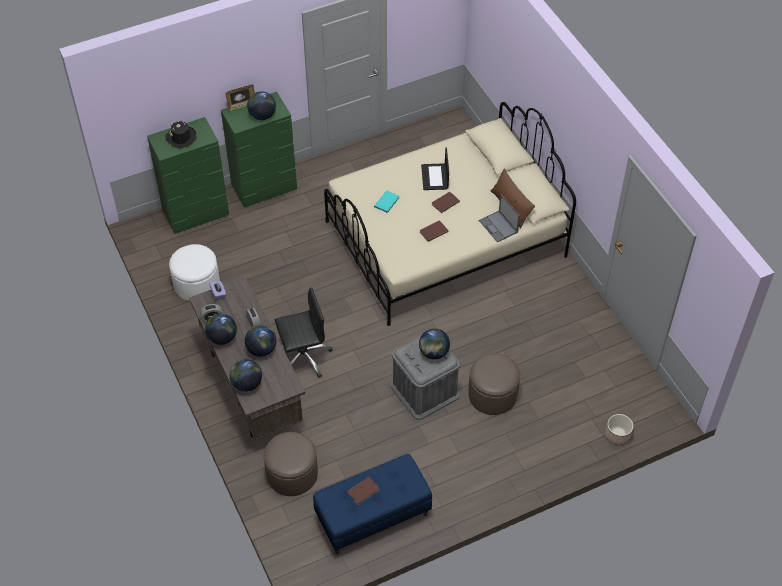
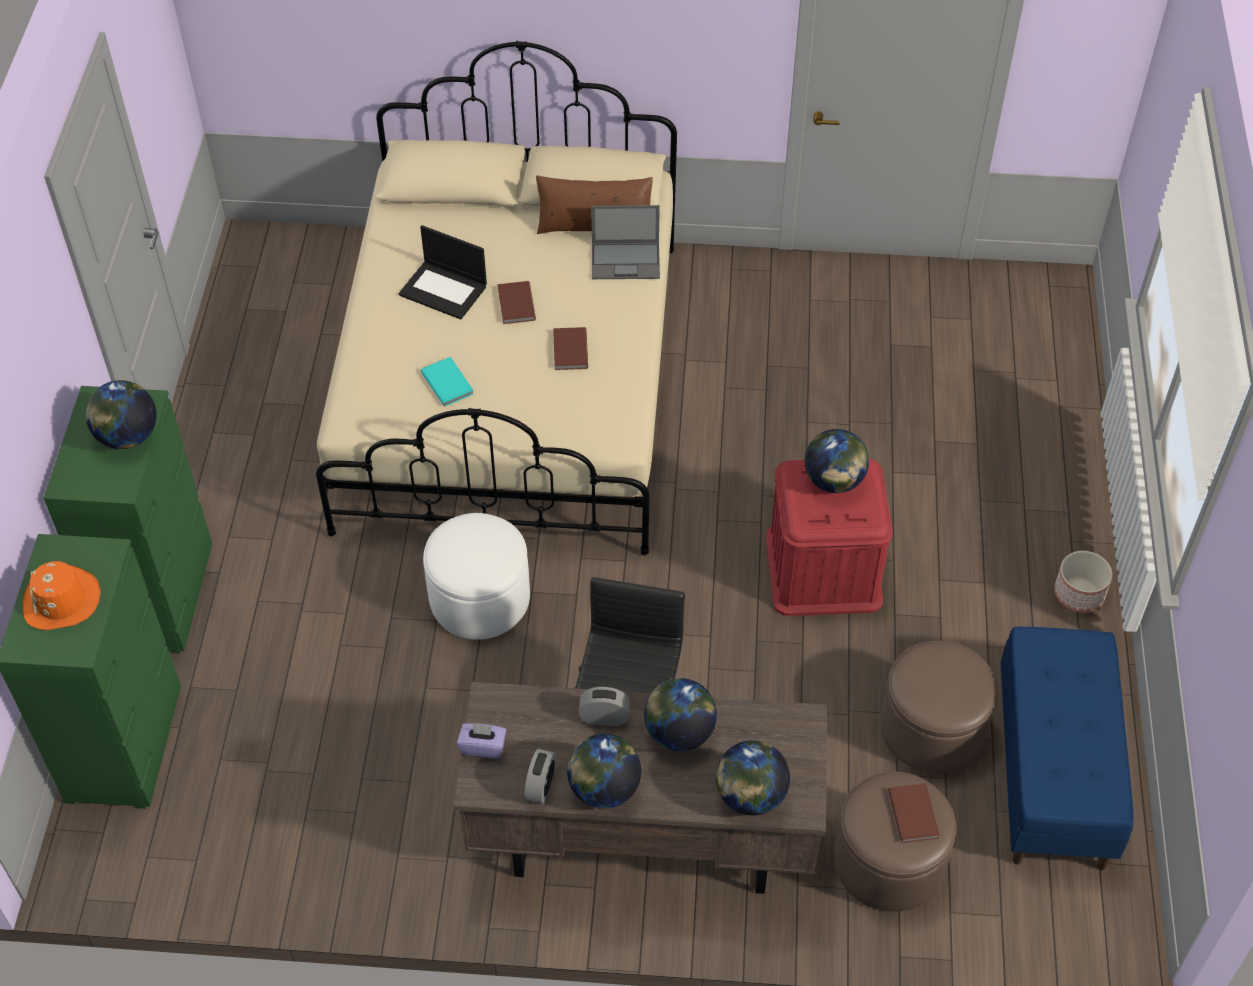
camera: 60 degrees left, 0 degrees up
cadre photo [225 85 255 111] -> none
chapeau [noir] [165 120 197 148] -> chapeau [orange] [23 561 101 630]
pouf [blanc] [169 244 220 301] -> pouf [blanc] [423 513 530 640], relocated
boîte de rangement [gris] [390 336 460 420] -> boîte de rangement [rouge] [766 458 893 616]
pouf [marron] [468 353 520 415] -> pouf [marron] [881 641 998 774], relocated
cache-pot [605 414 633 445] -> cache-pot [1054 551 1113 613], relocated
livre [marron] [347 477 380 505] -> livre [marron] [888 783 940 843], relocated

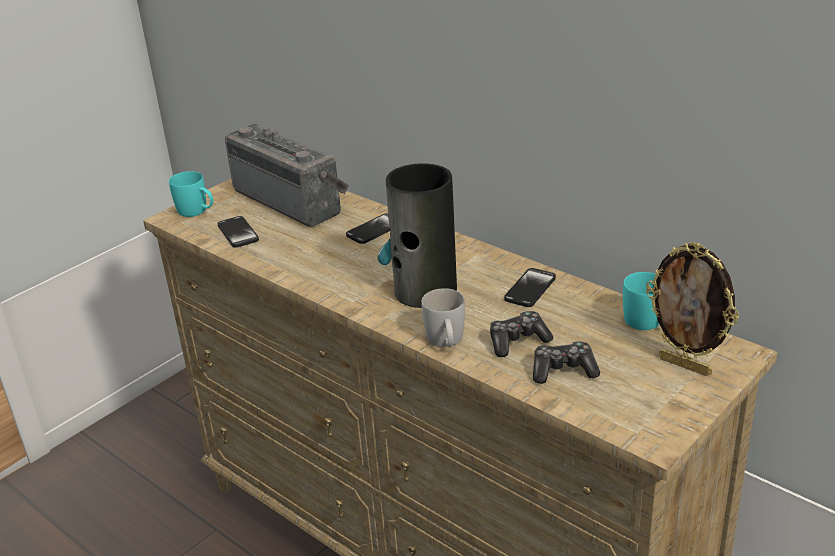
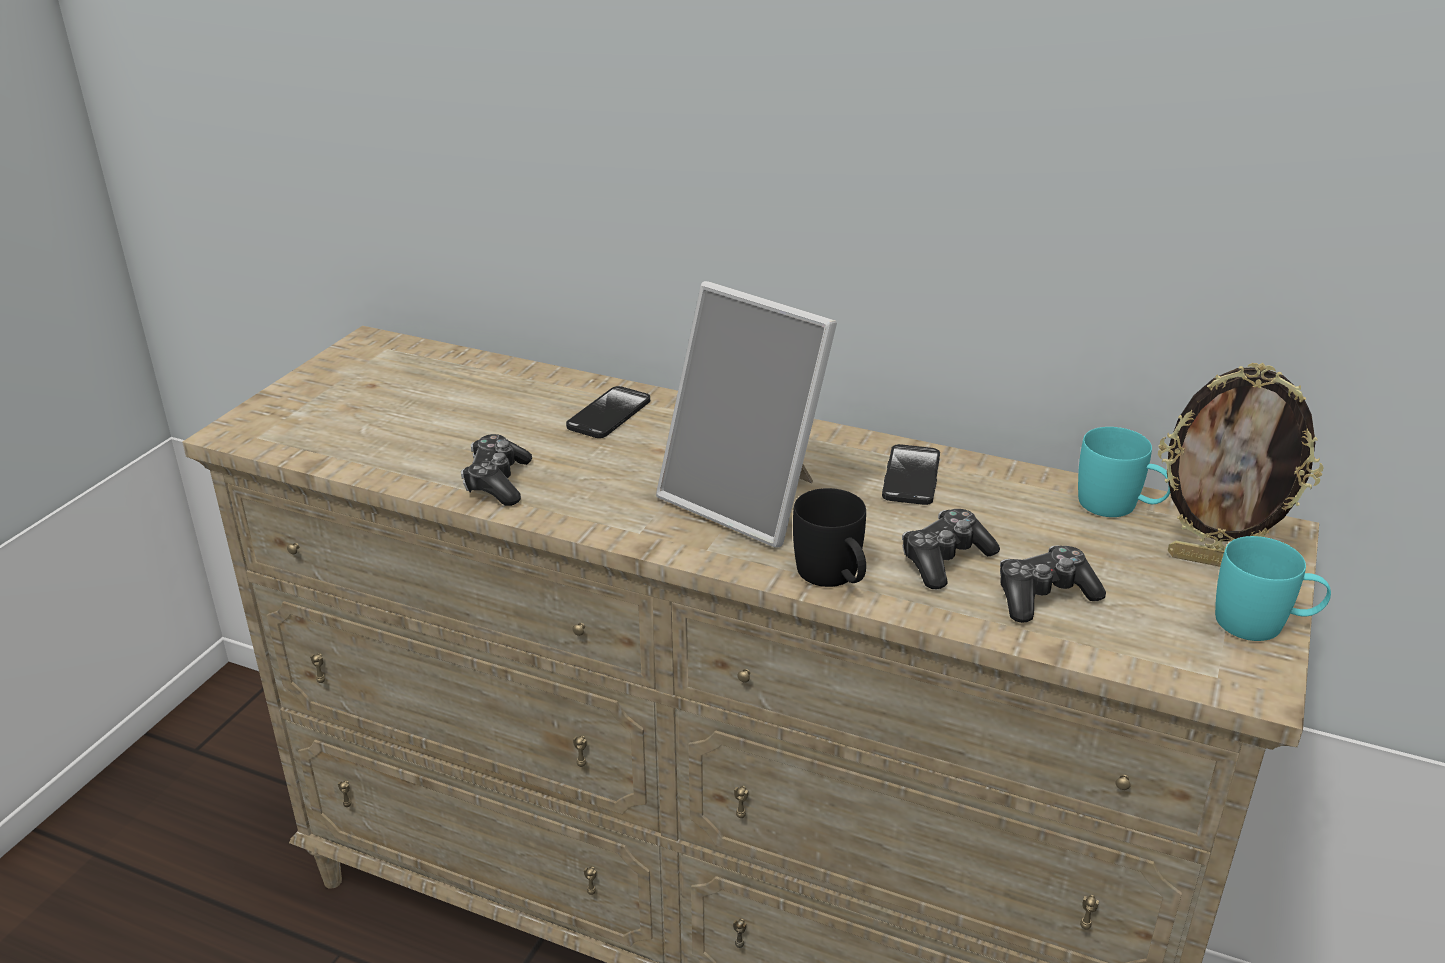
camera: 20 degrees left, 0 degrees up
radio [225 124 349 227] -> none
vase [378 163 457 308] -> cadre photo [656 281 837 548]
mug [turquoise] [169 171 213 217] -> mug [turquoise] [1215 536 1331 641], relocated
téléphone [217 216 259 248] -> none
mug [blanc] [421 288 465 347] -> mug [noir] [793 488 866 587]
none -> manette [461 434 532 506]

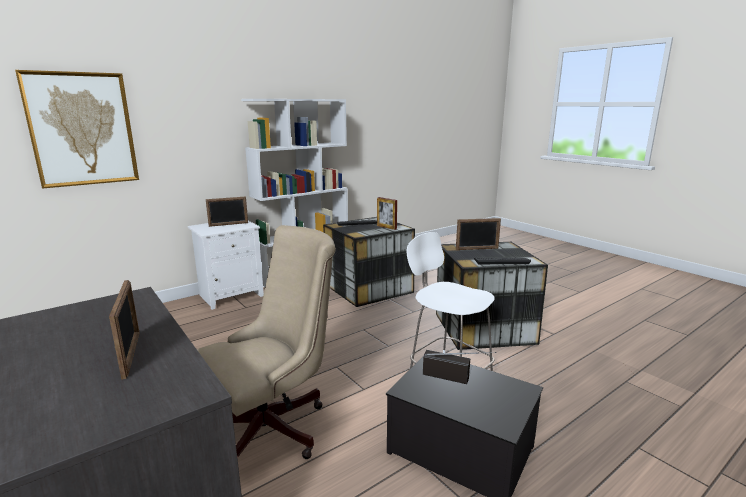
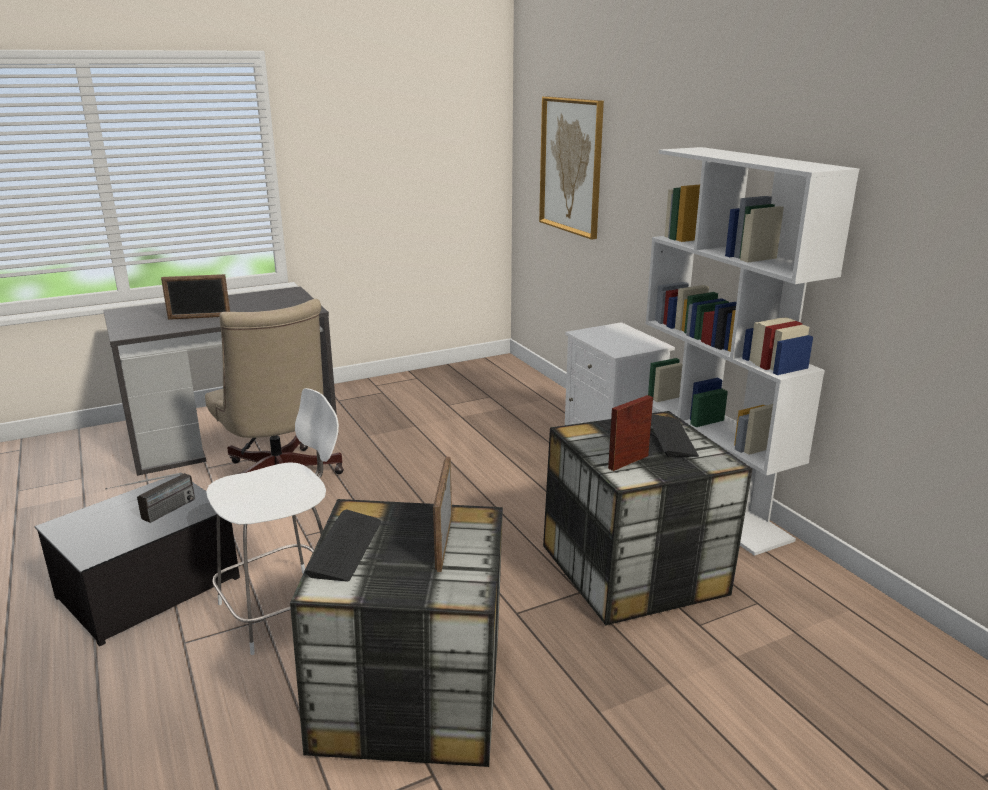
camera: 100 degrees right, 5 degrees up
cadre photo [206 196 248 227] -> none

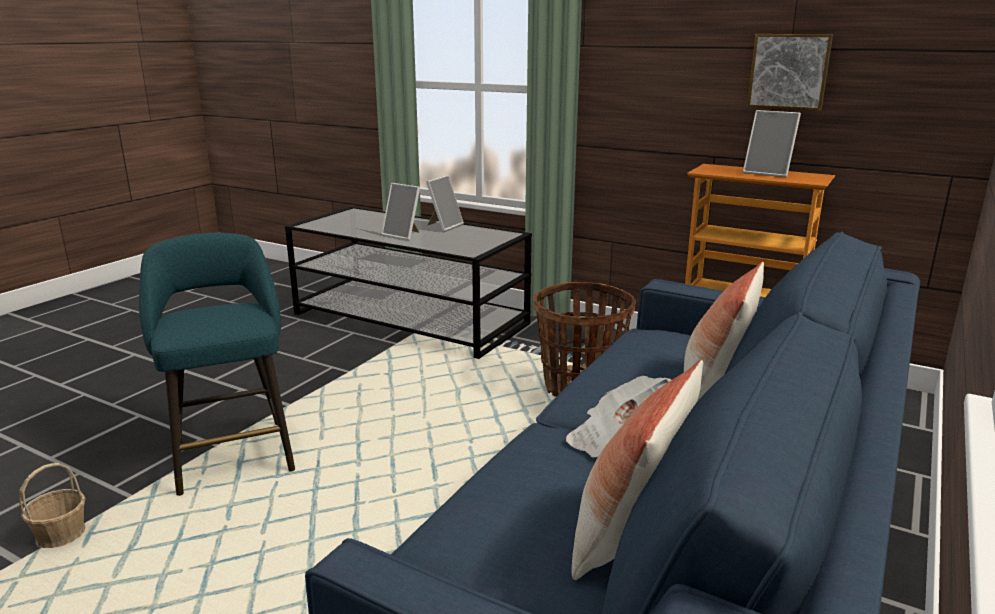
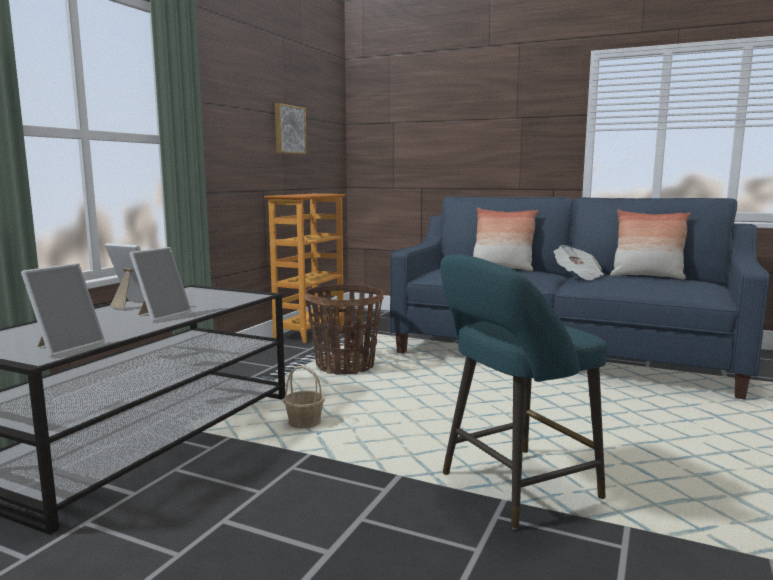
camera: 95 degrees left, 10 degrees down
cadre photo [743 110 801 177] -> cadre photo [21 263 105 357], relocated
panier [19 463 85 548] -> panier [283 366 325 429], relocated

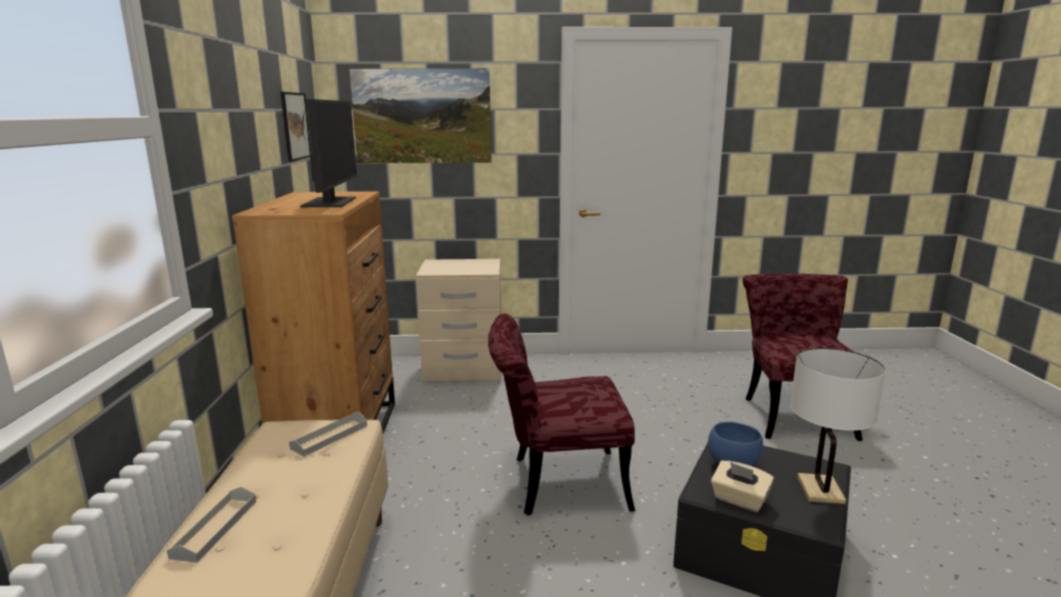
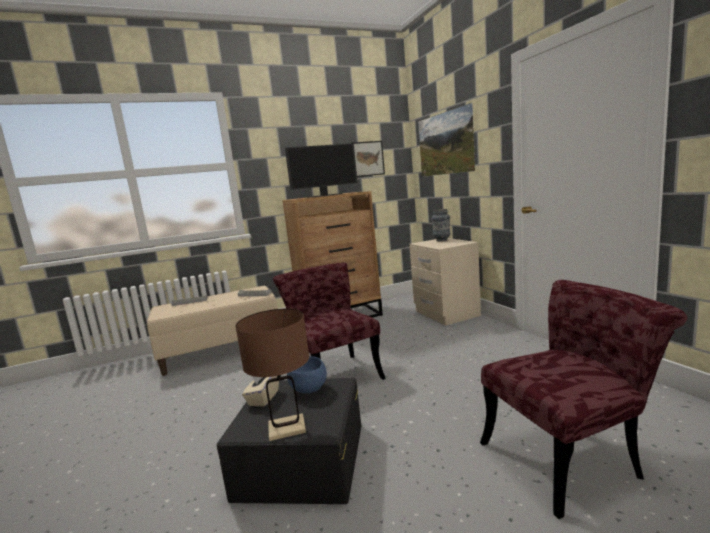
camera: 70 degrees right, 5 degrees down
lampe de table [blanc] [790 348 886 504] -> lampe de table [marron] [236 309 309 441]
none -> vase [431 209 450 241]

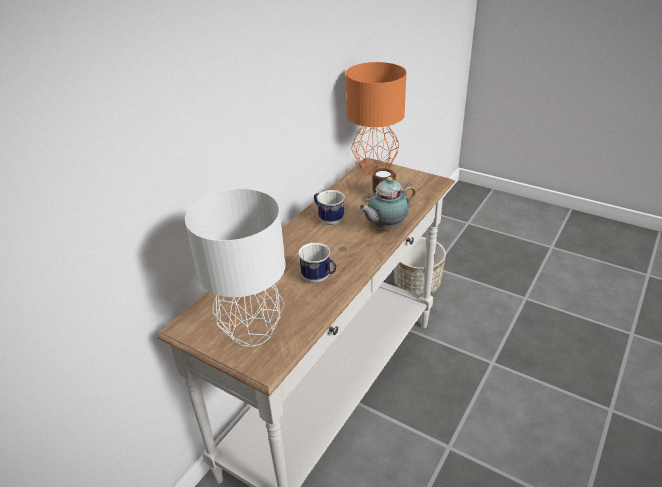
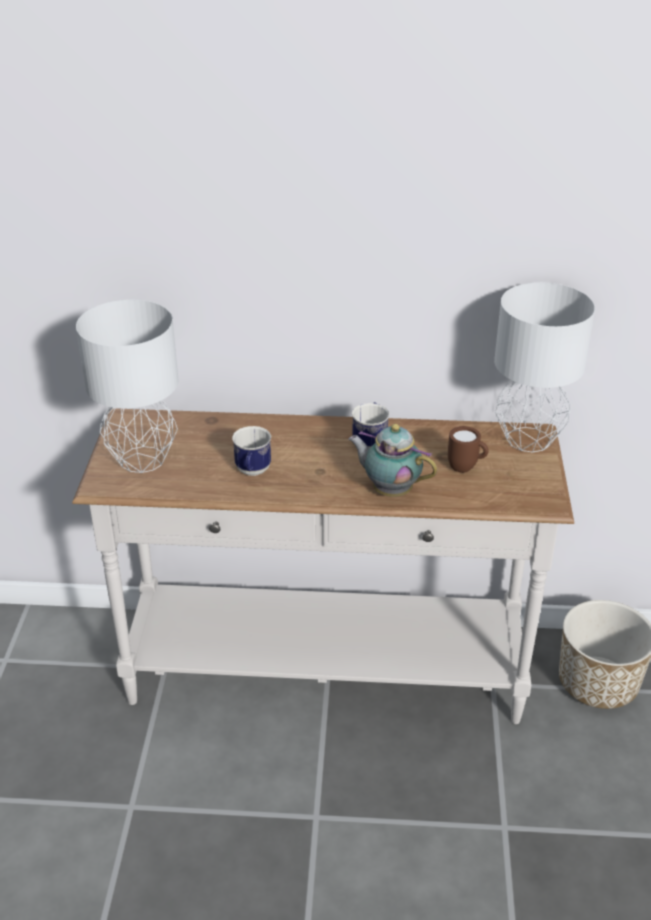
camera: 60 degrees right, 0 degrees up
lampe de table [orange] [346 62 406 175] -> lampe de table [gris] [494 283 595 452]

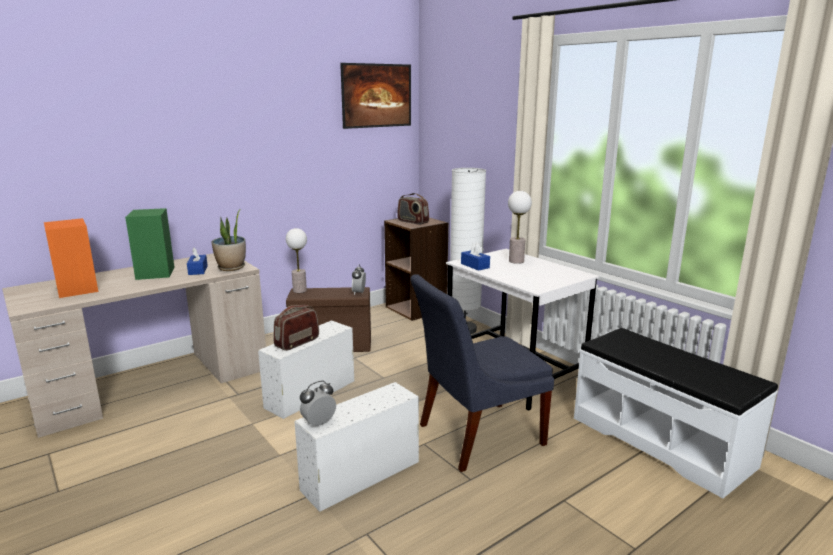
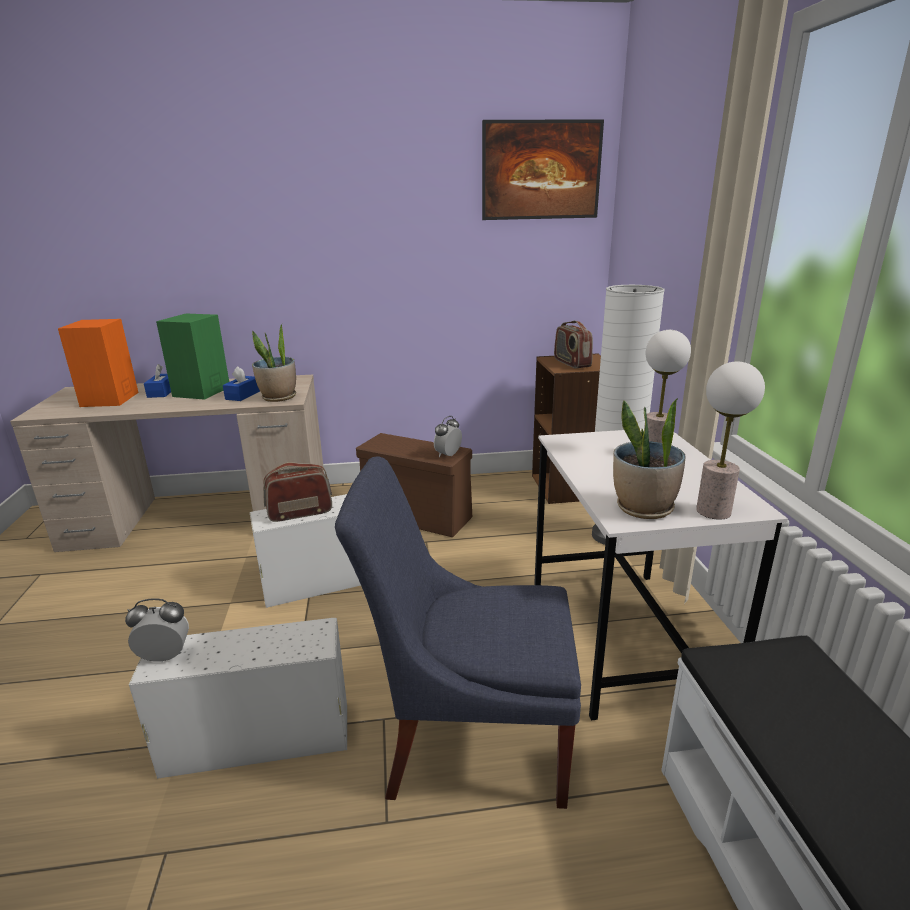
camera: 30 degrees right, 5 degrees up
lampe de table [286 228 307 293] -> lampe de table [696 362 765 520], relocated
boîte à mouchoirs [bleu] [461 243 490 271] -> boîte à mouchoirs [bleu] [144 364 171 398], relocated
none -> plante en pot [613 398 685 519]

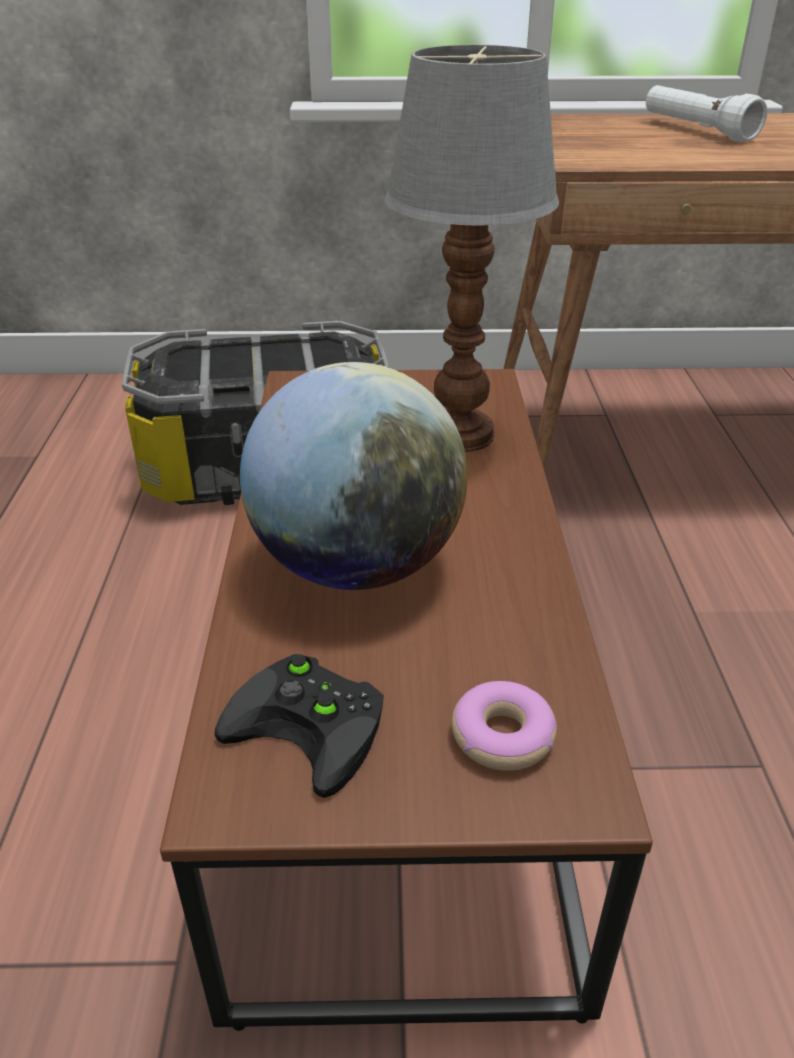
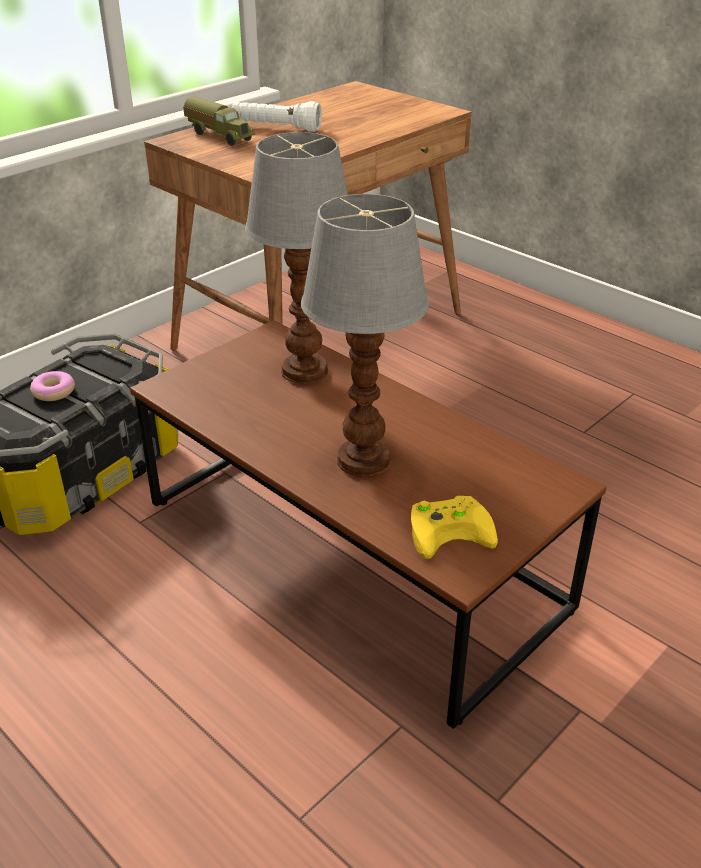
camera: 45 degrees left, 0 degrees up
globe [240 362 468 590] -> lampe de table [301 194 429 477]
manette [noir] [215 654 384 798] -> manette [jaune] [411 496 498 559]
beignet [452 681 557 771] -> beignet [30 371 75 401], relocated
none -> camion jouet [183 96 255 146]

